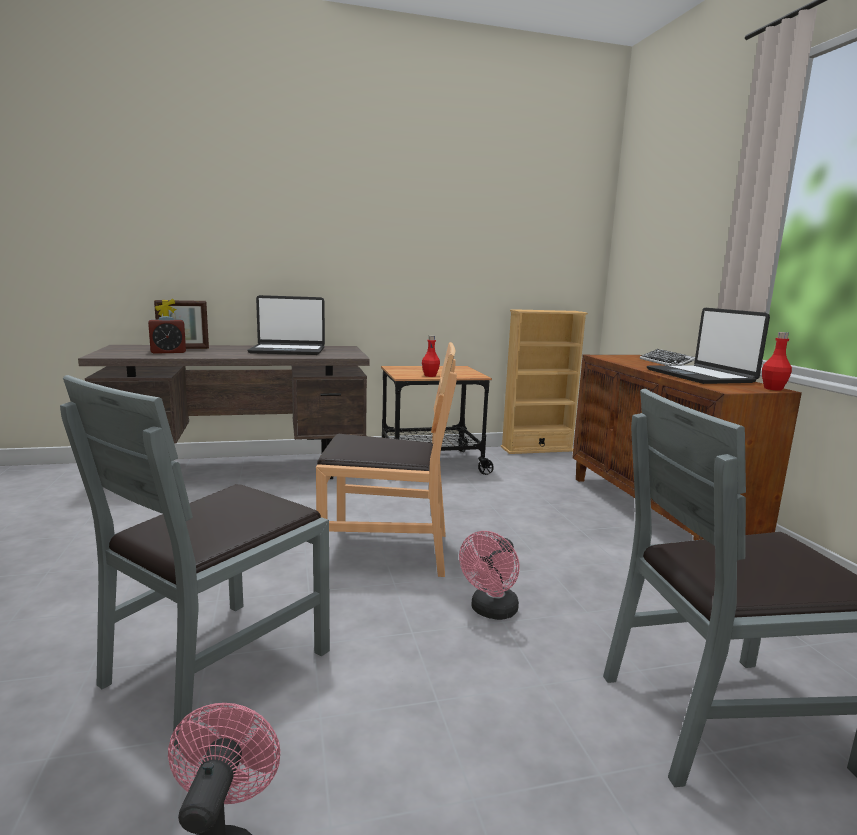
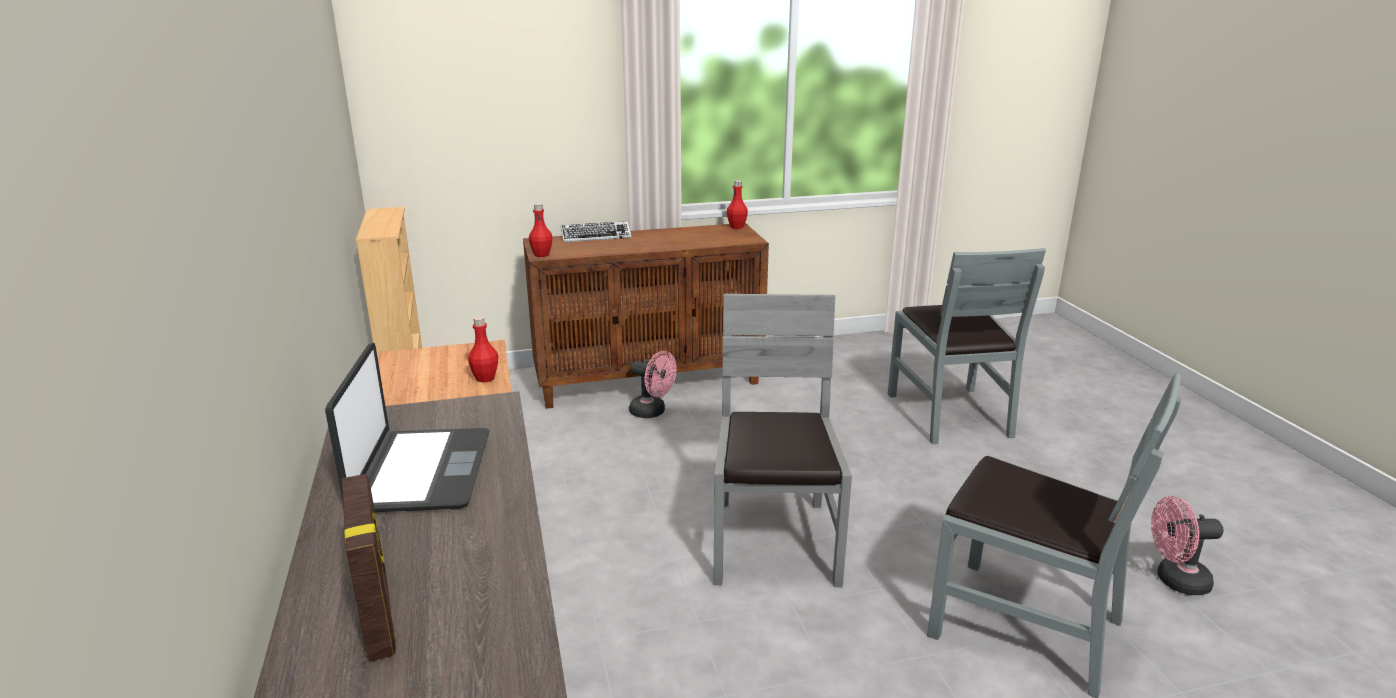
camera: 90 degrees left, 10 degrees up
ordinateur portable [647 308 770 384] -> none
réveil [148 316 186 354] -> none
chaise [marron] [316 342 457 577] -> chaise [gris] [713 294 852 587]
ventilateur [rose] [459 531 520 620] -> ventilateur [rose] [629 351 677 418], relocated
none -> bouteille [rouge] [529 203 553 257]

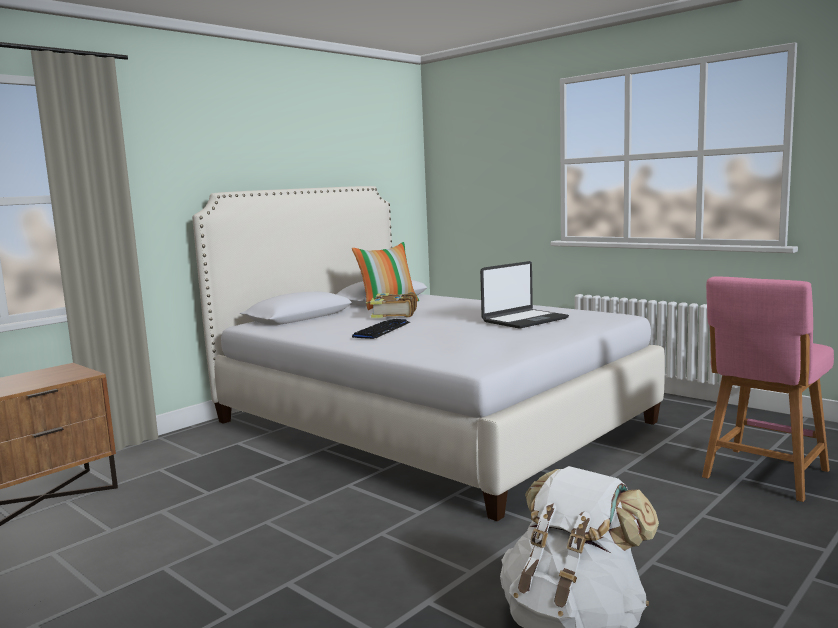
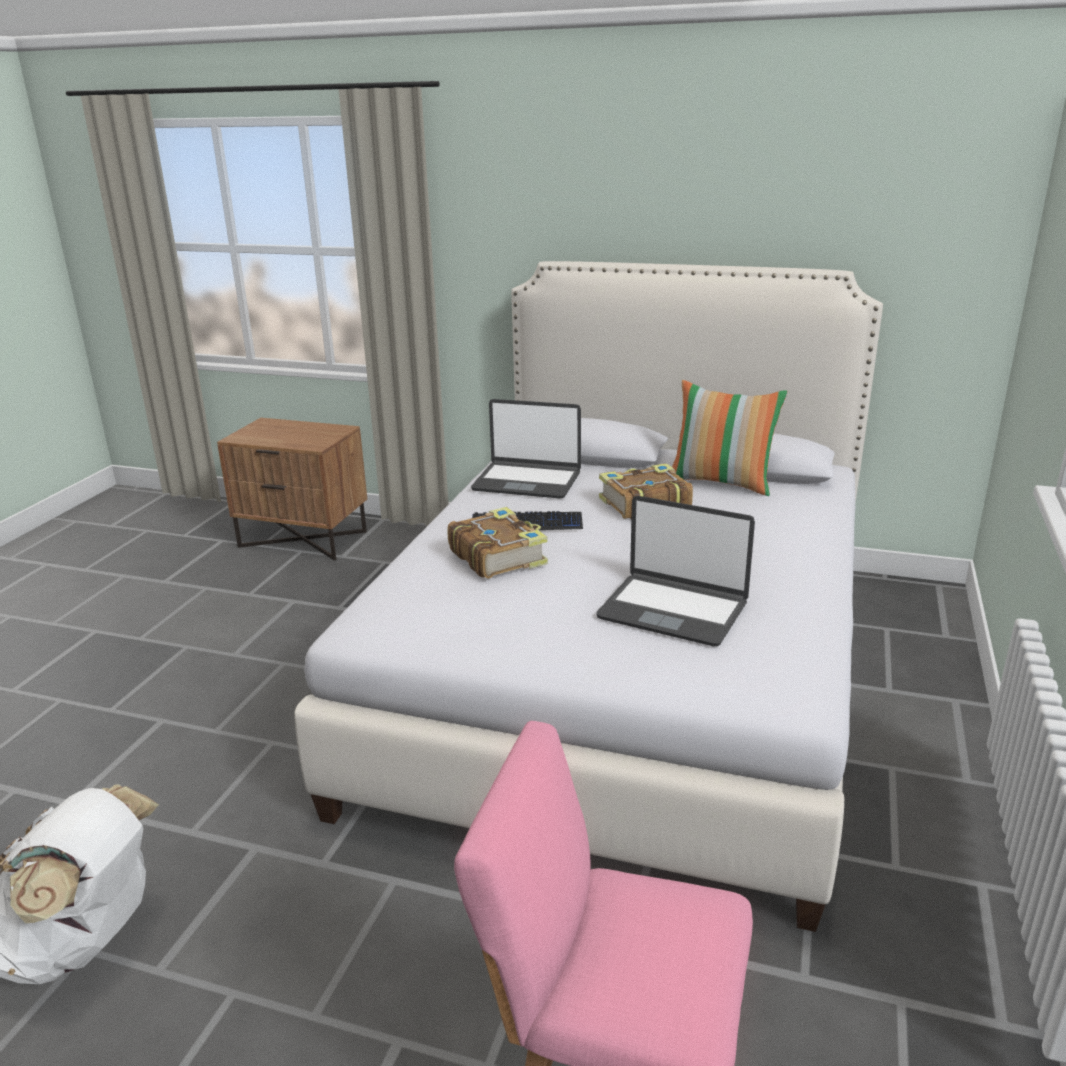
camera: 65 degrees right, 15 degrees up
none -> ordinateur portable [471 399 581 499]
none -> livre [447 507 548 579]

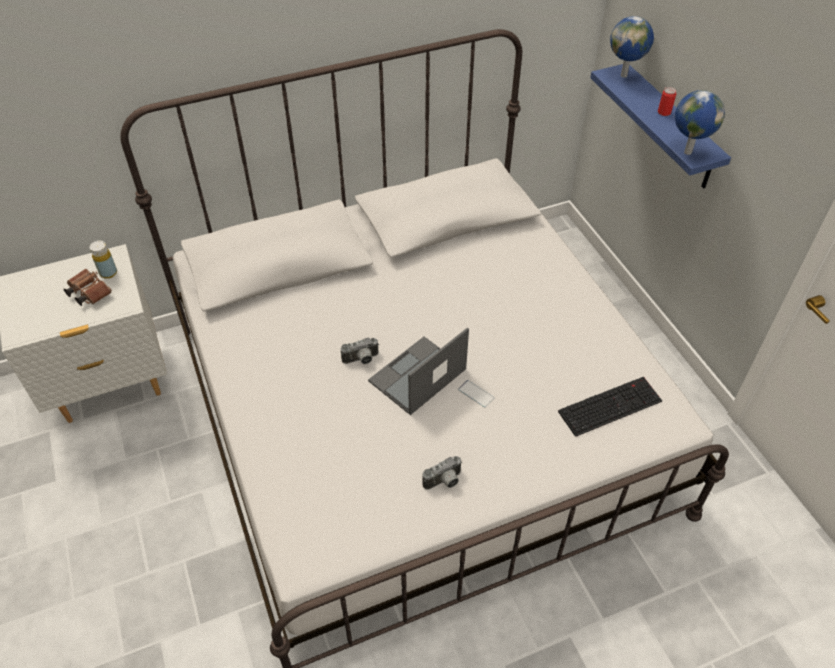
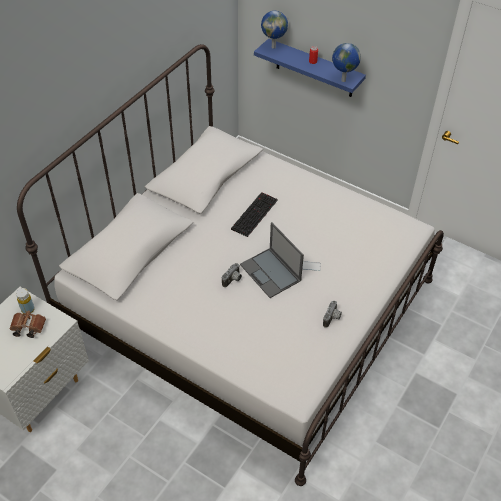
camera: 35 degrees left, 0 degrees up
ordinateur portable [368 327 469 415] -> ordinateur portable [240 222 304 298], 45 degrees counterclockwise
clavier [558 377 662 437] -> clavier [231 192 278 237], relocated

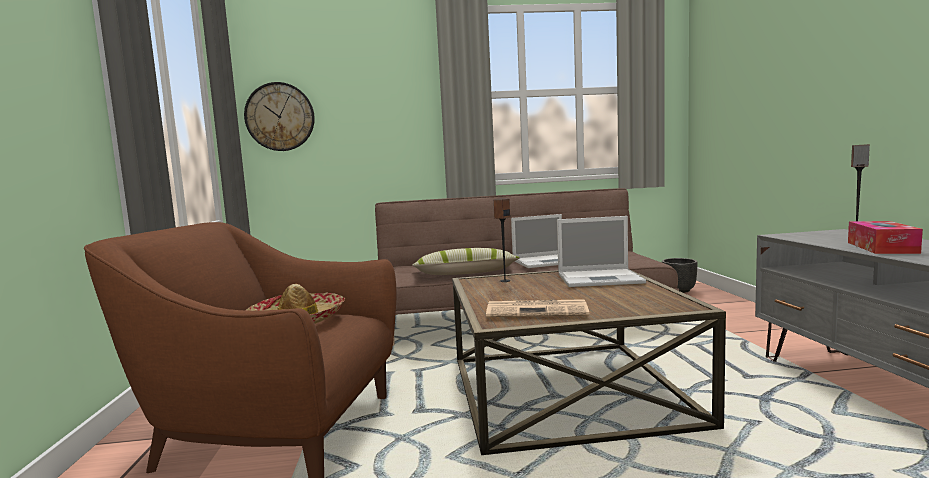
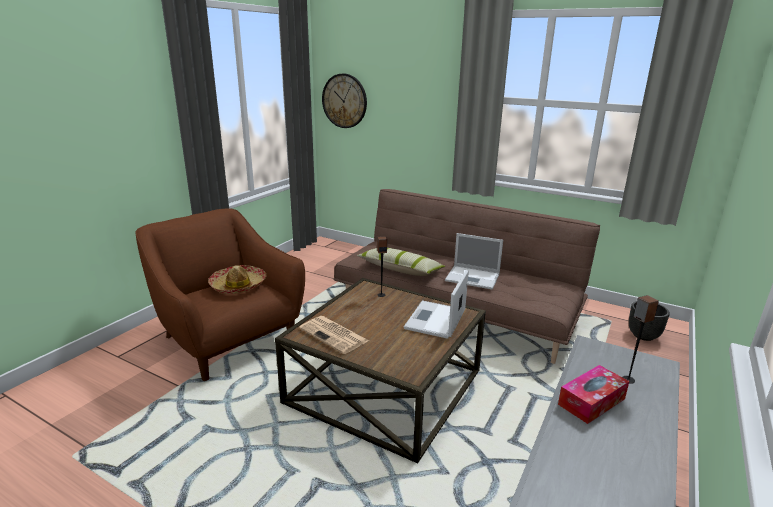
camera: 35 degrees right, 15 degrees up
ordinateur portable [557 216 646 287] -> ordinateur portable [404 270 469 339], 75 degrees clockwise

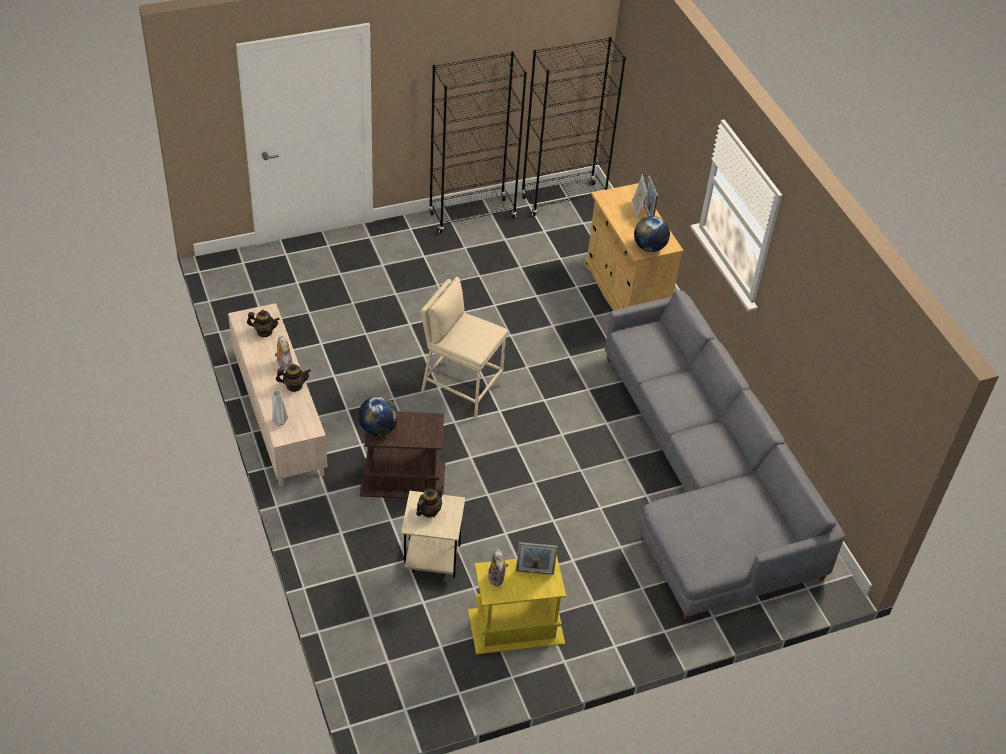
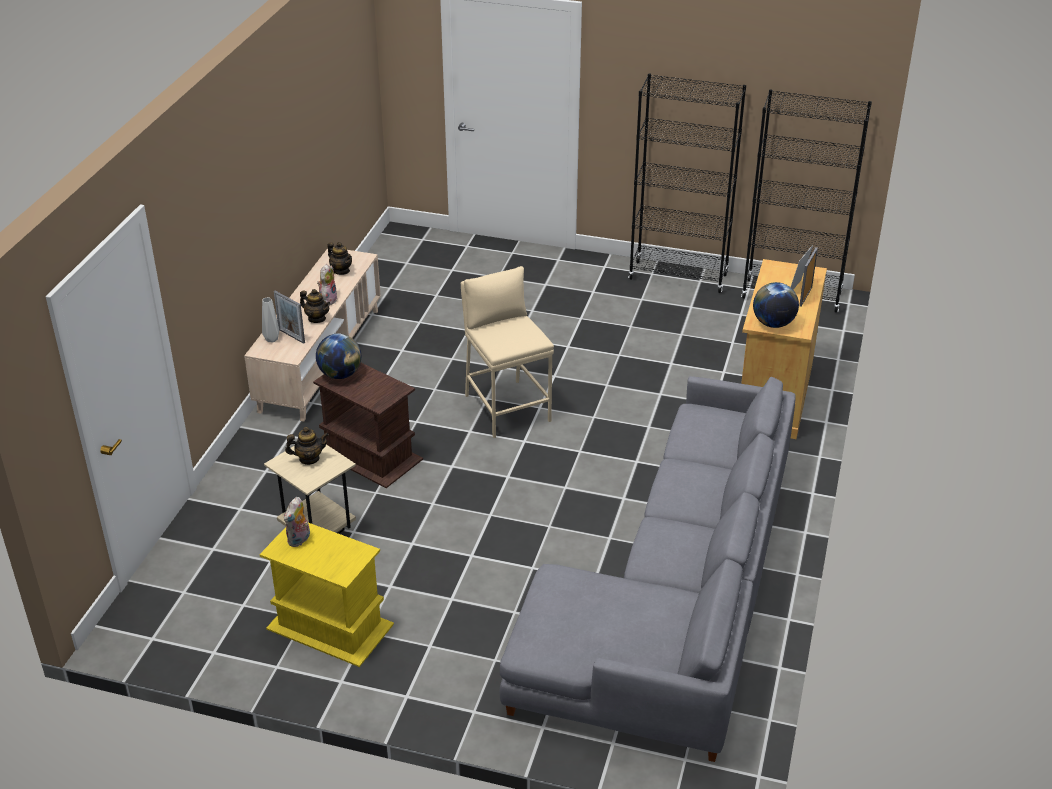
camera: 40 degrees right, 10 degrees down
cadre photo [516 542 558 575] -> cadre photo [274 291 305 344], relocated

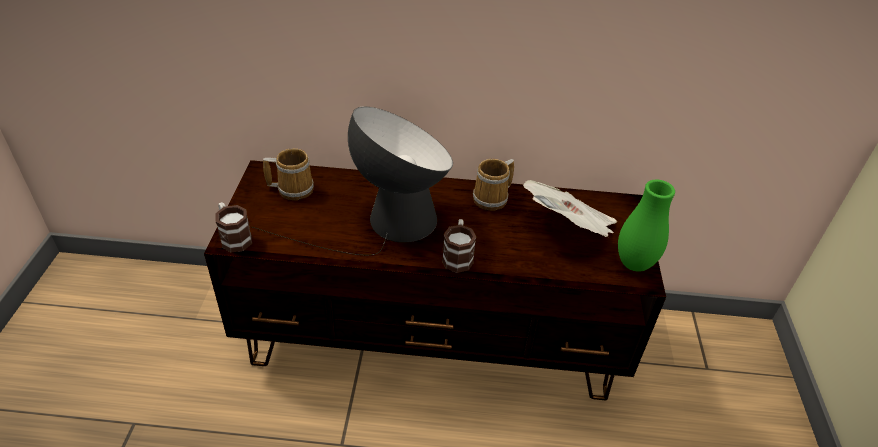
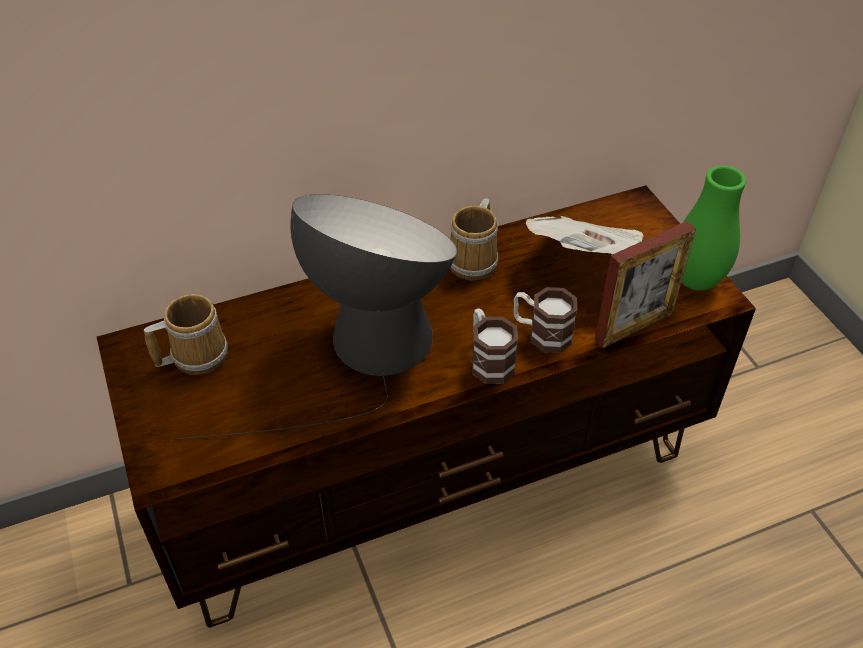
camera: 25 degrees left, 5 degrees up
mug [215 202 252 252] -> mug [514 287 577 353], relocated
none -> cadre photo [594 221 696 348]

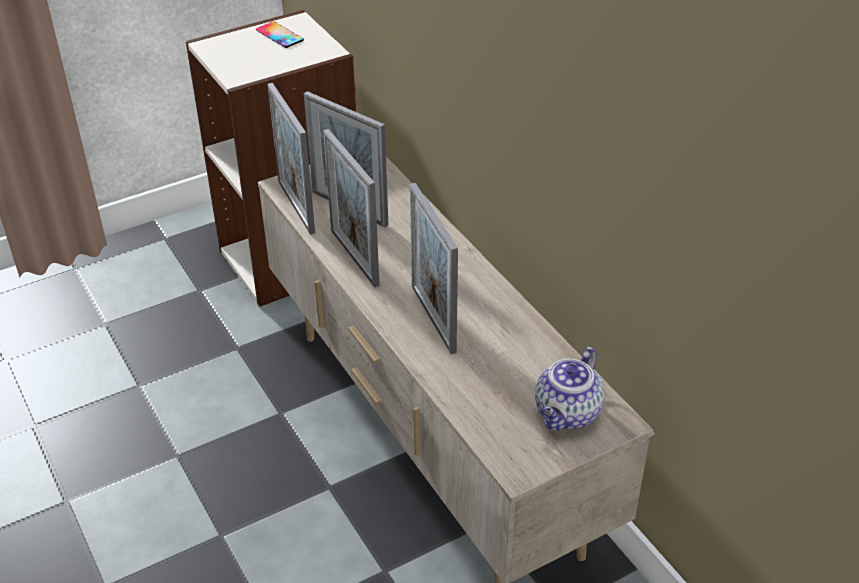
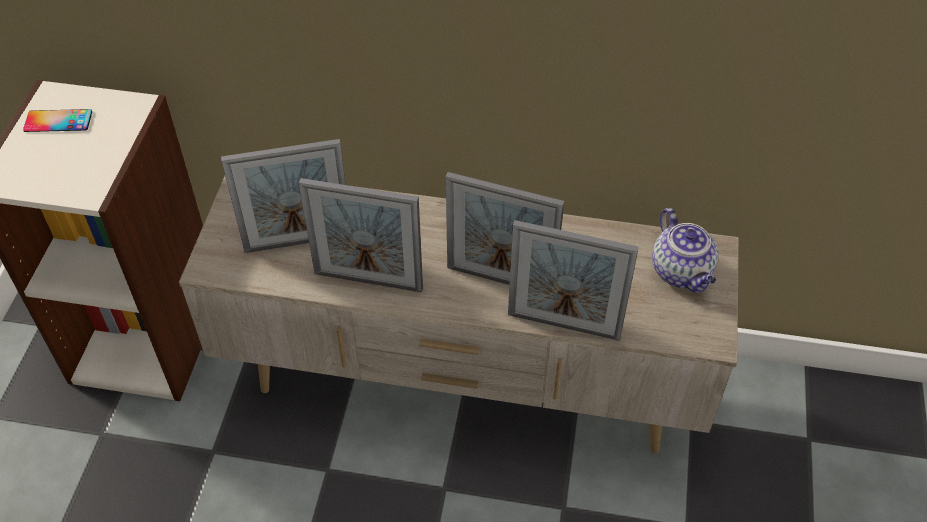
camera: 50 degrees left, 10 degrees up
cadre photo [268 83 315 235] -> cadre photo [508 220 639 341], relocated

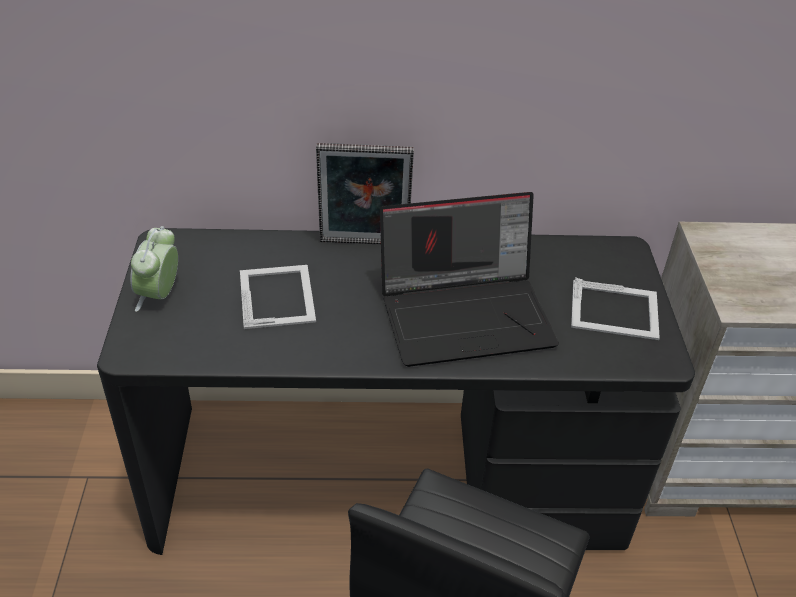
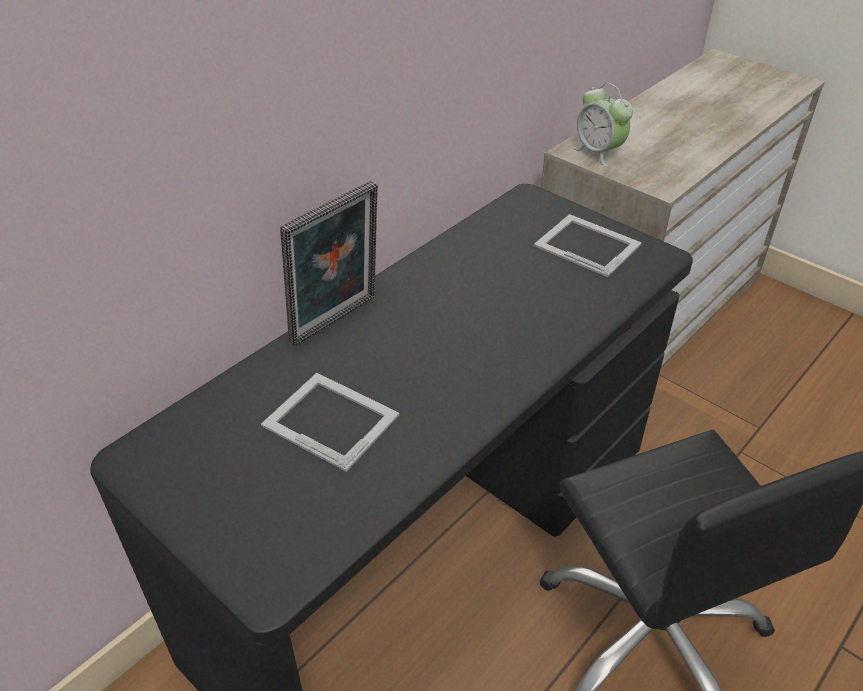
camera: 45 degrees left, 0 degrees up
ordinateur portable [380 192 559 367] -> none
réveil [130 226 178 312] -> réveil [573 83 633 167], relocated
cadre photo [571 277 660 340] -> cadre photo [534 214 642 277], 105 degrees counterclockwise

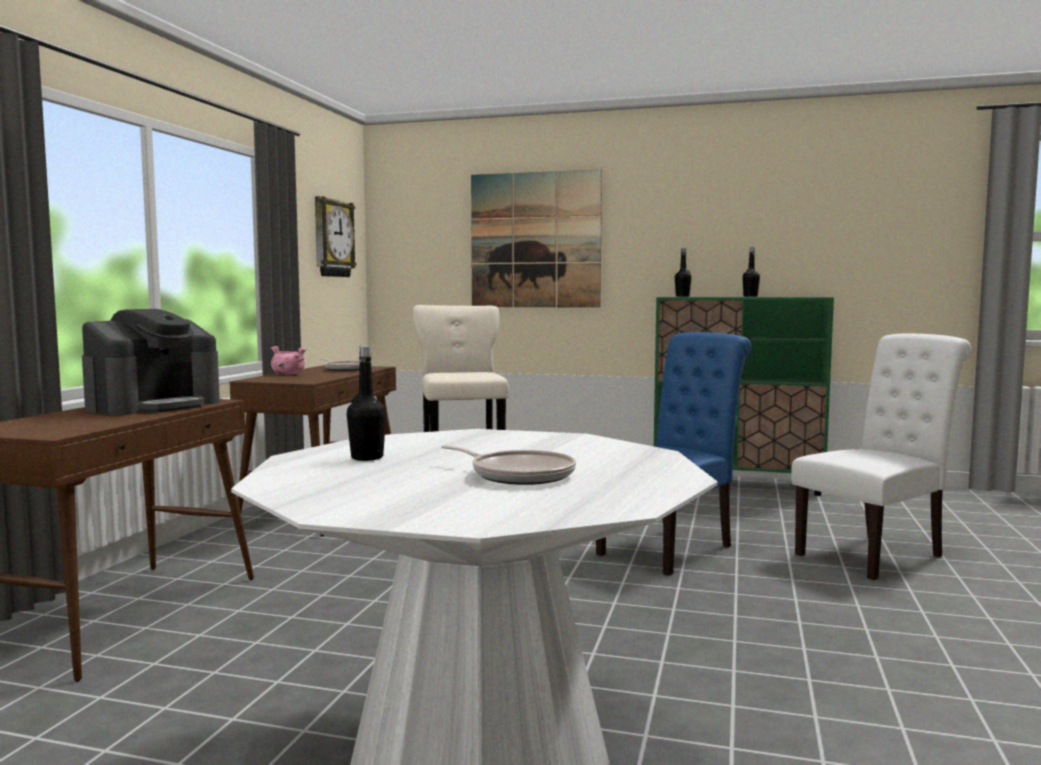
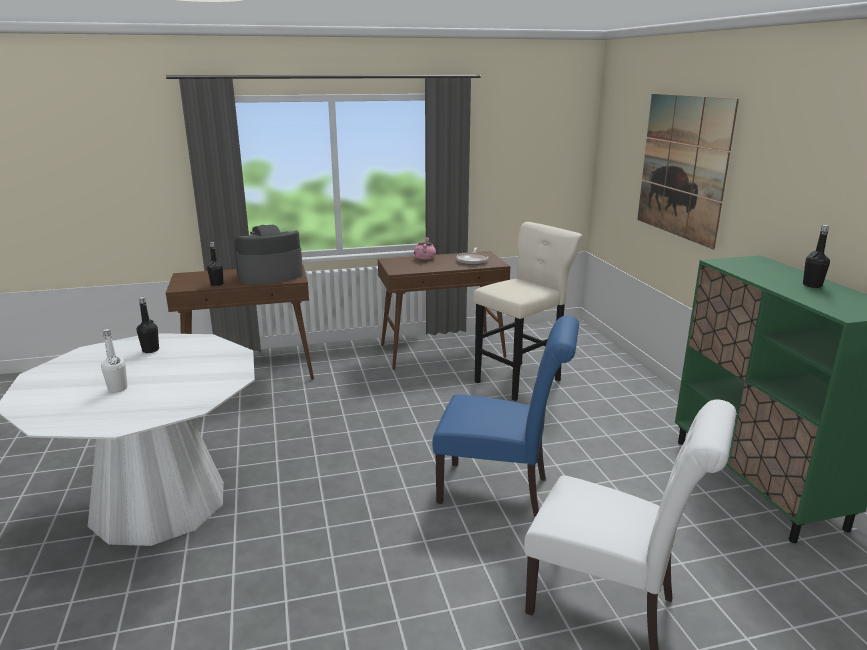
camera: 60 degrees right, 15 degrees up
horloge murale [315 196 356 277] -> none
bouteille [noir] [675 248 692 297] -> bouteille [noir] [207 242 223 286], relocated
machine à café [82 309 220 415] -> machine à café [234 225 303 284], 150 degrees clockwise
poêle [441 445 576 485] -> bouteille [blanc] [101 329 127 393]

